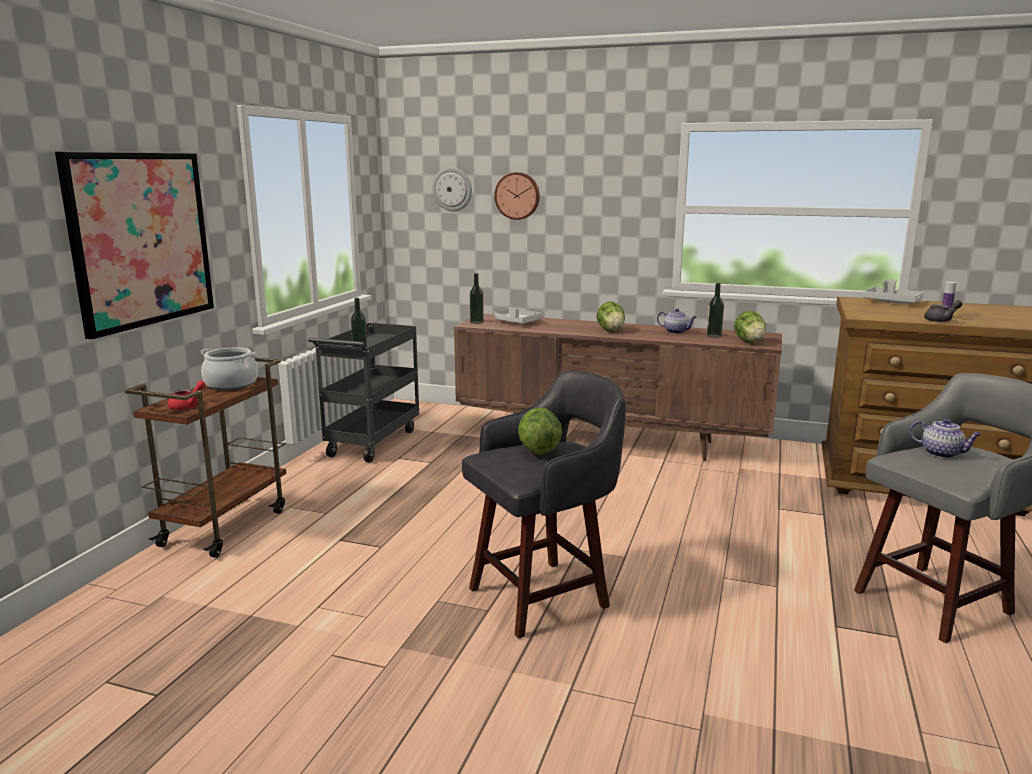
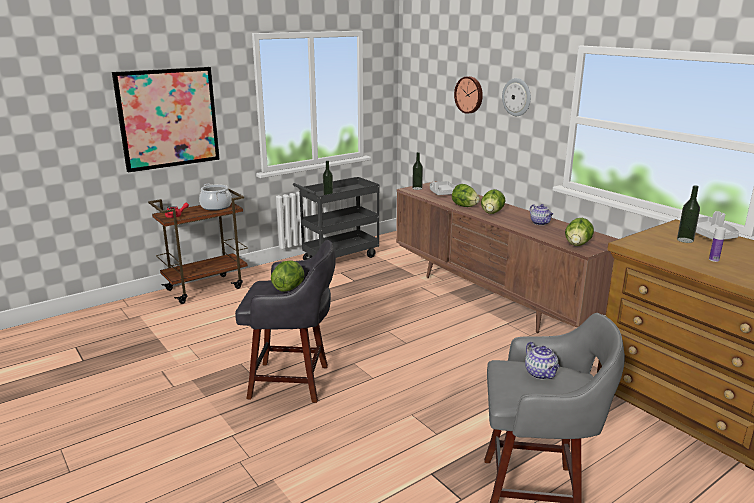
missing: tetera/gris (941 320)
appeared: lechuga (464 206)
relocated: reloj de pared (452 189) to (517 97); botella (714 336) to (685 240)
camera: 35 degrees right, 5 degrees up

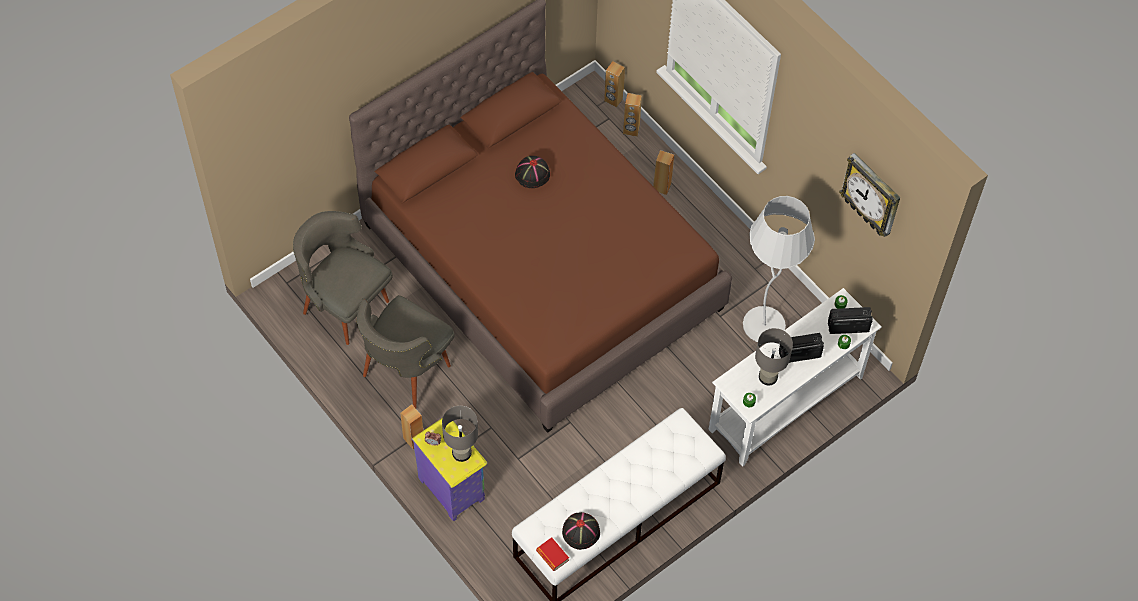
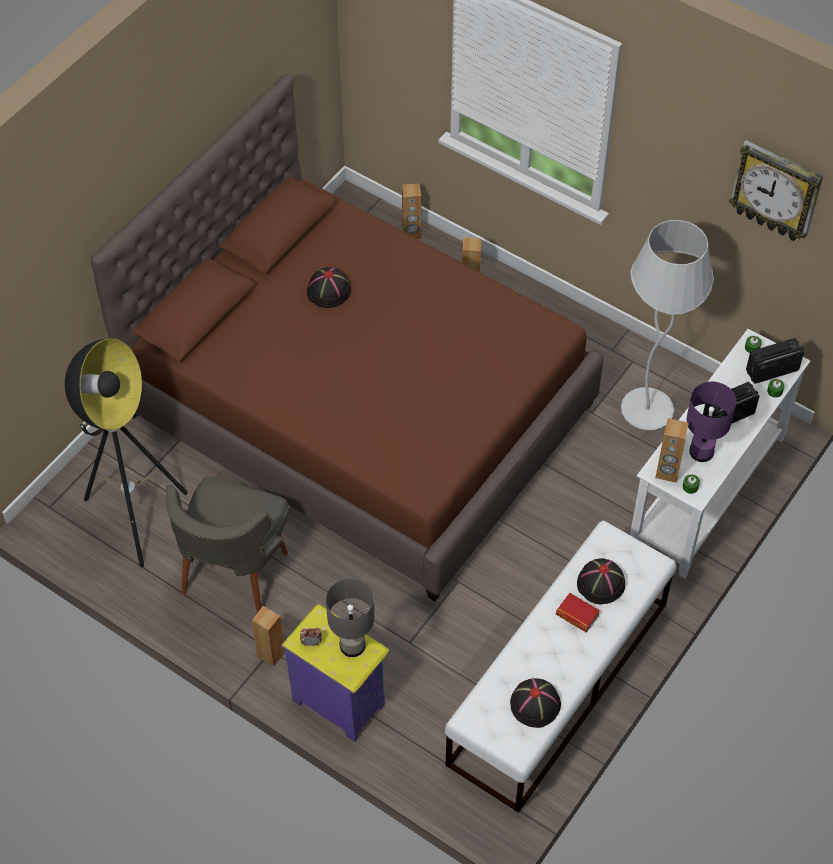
appeared: sombrero/negro (600 584)
relocated: libro (552 555) to (577 615); altavoz/marrón (613 100) to (667 472)
exchanged: silla/gris (346 308) to lámpara de pie (135 517)
colour: lámpara de mesa/gris (768 376) to lámpara de mesa/morado (701 451)
camera: 15 degrees left, 5 degrees down

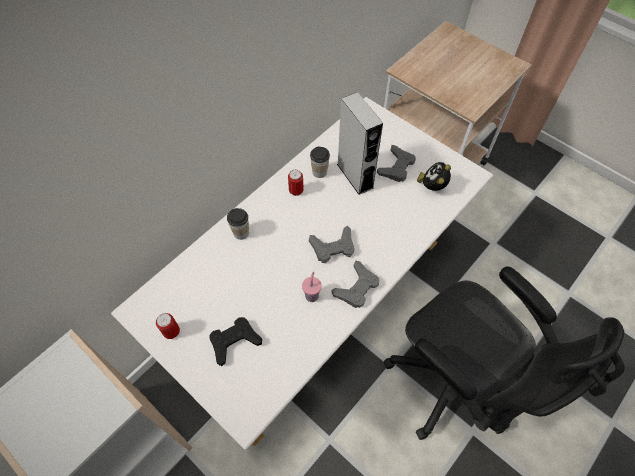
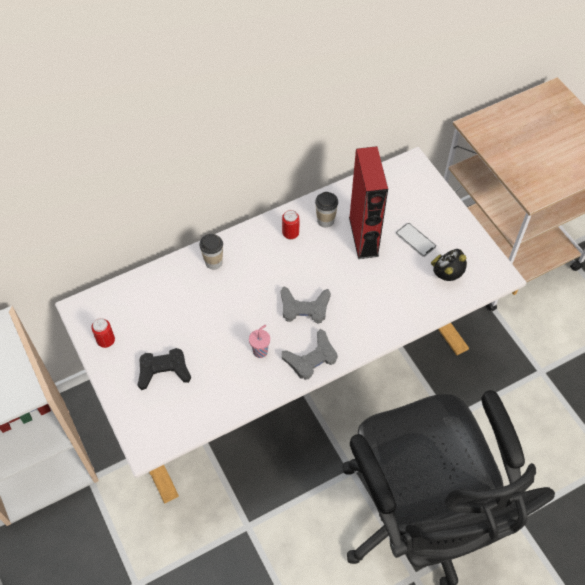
exchanged: mando de consola/gris (396 167) to móvil (415 240)
colour: altavoz/gris (355 176) to altavoz/rojo (363 236)
camera: 20 degrees right, 0 degrees up

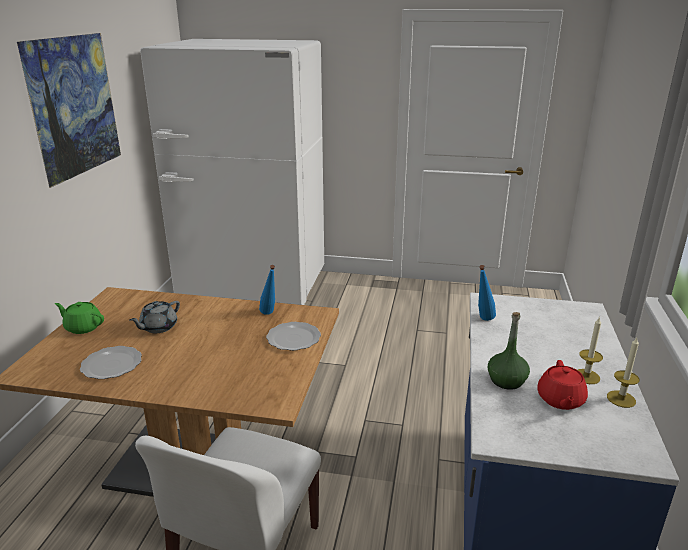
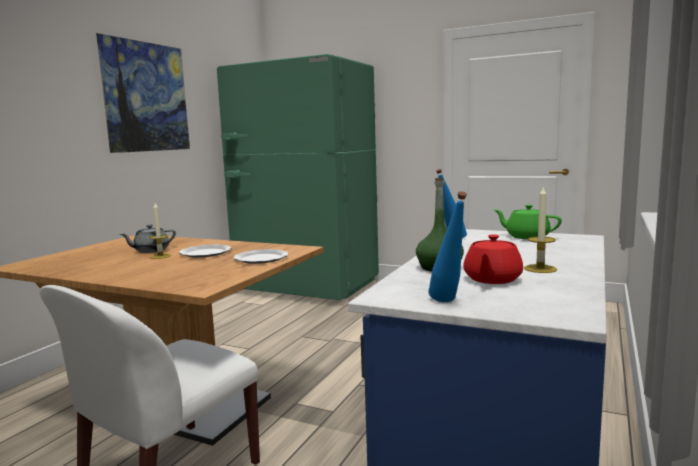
relocated: tetera/verde (83 327) to (526 237); plato (112 364) to (206 253); botella/azul (270 315) to (449 303); vela (621 399) to (160 256)
colour: nevera/blanco (253 287) to nevera/verde (307 287)
camera: 15 degrees right, 15 degrees down

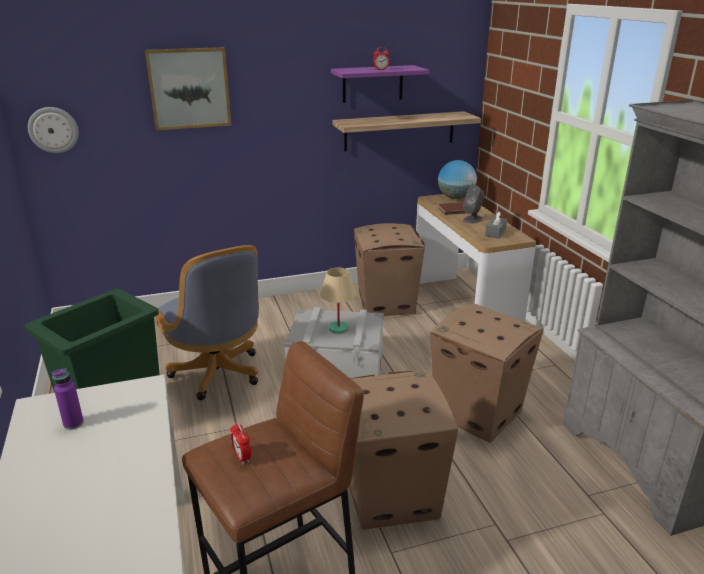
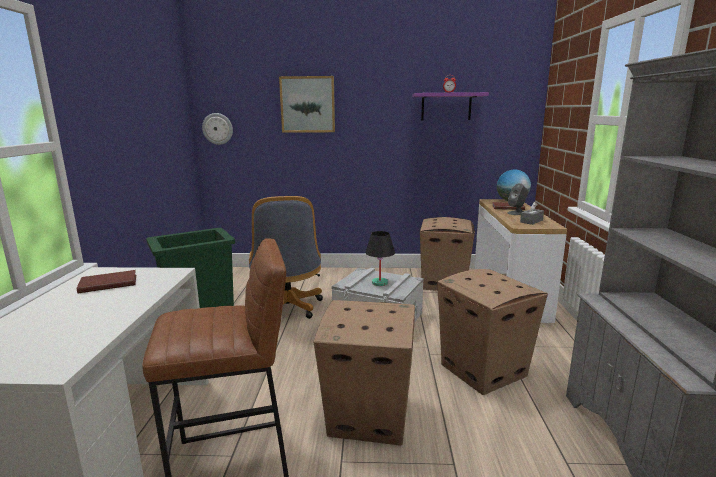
missing: despertador (242 457); estante (399 131)
exchanged: botella/morado (73 423) to libro/marrón (107 283)
colour: lámpara de mesa/beis (338 329) to lámpara de mesa/negro (379 283)
camera: 20 degrees right, 10 degrees down

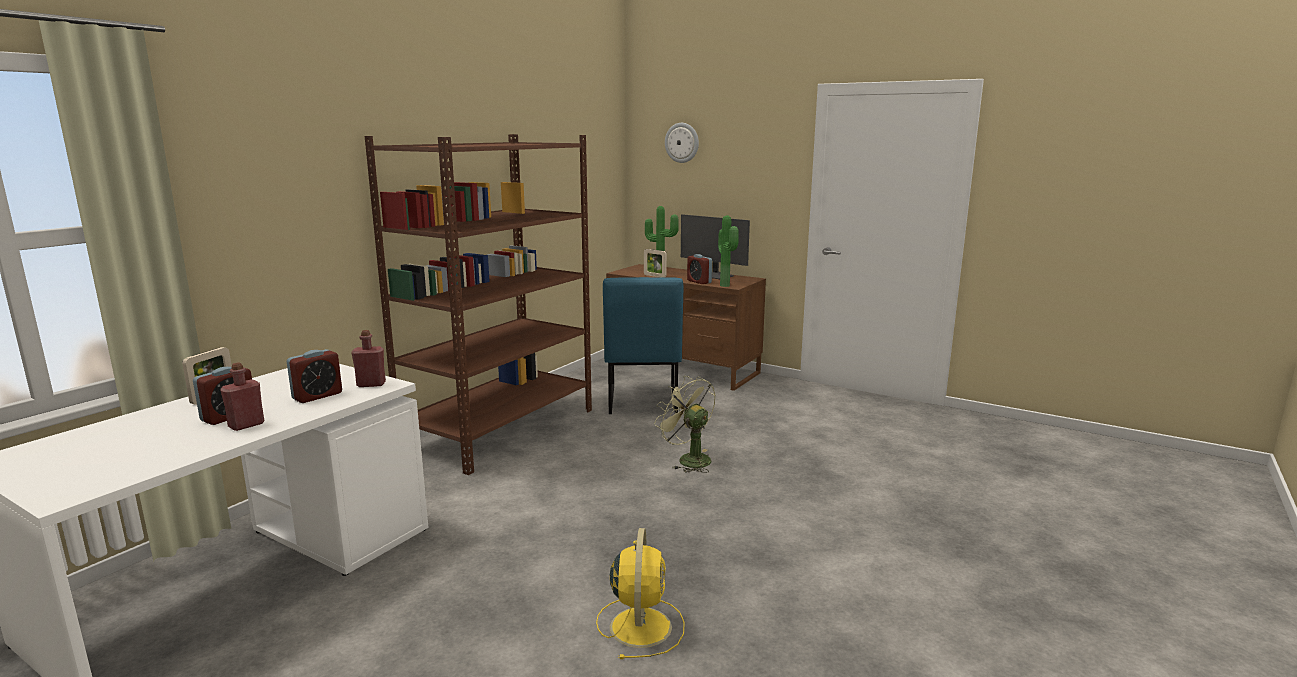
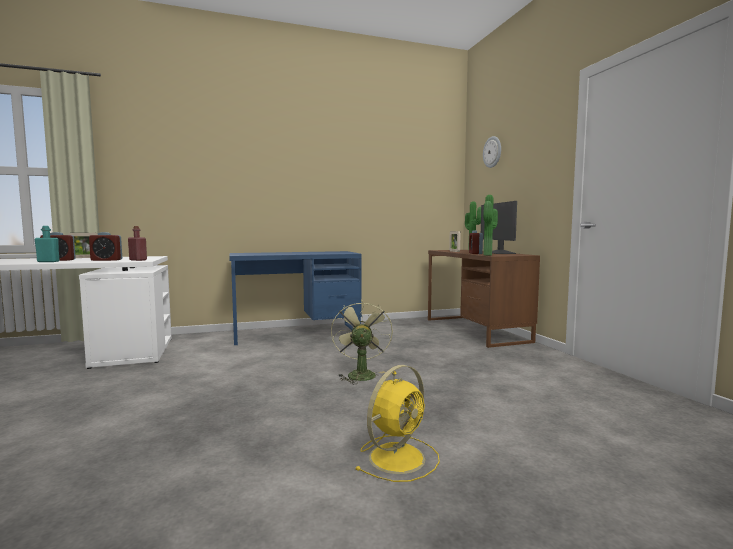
missing: silla/azul (642 400)
relocated: ventilador/amarillo (640 625) to (398 457)
exchanged: estantería/marrón (500 429) to escritorio/azul (296 333)
colour: botella/rojo (246 425) to botella/turquesa (48 261)
camera: 40 degrees right, 10 degrees down

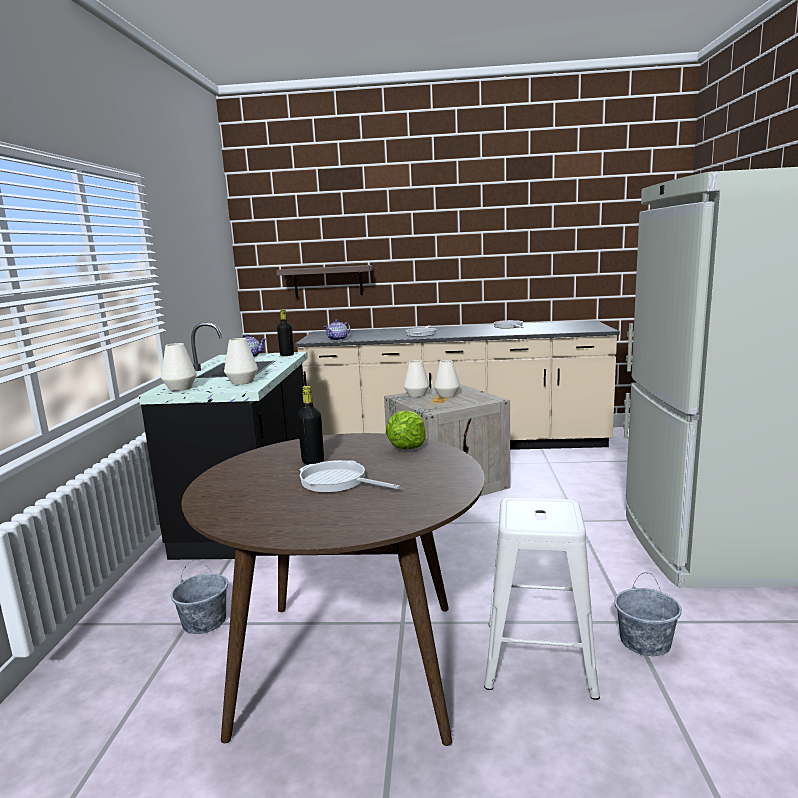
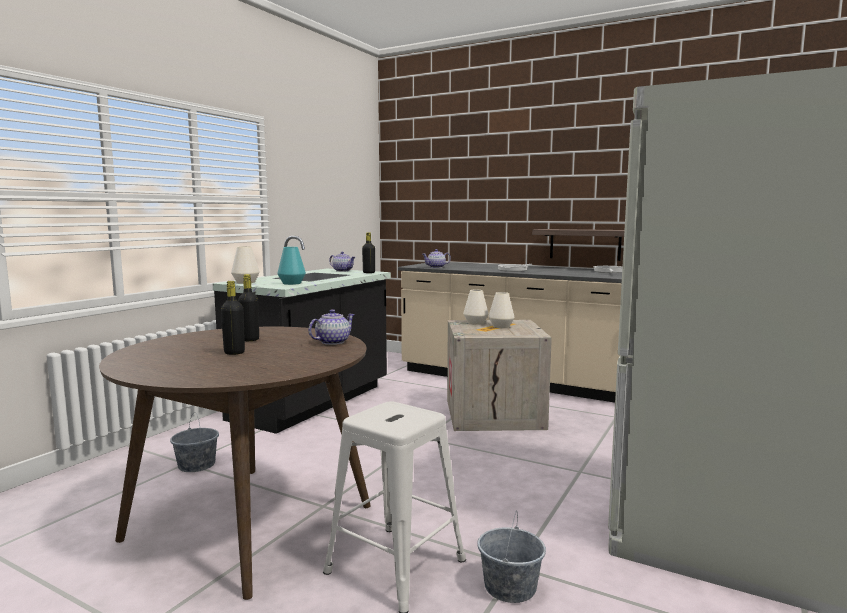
relocated: estante (328 281) to (584 244)
exchanged: sartén (337 482) to botella/negro (234 352); lechuga (407 447) to tetera (332 342)
colour: florero/blanco (242 382) to florero/turquesa (292 283)
camera: 25 degrees right, 5 degrees down

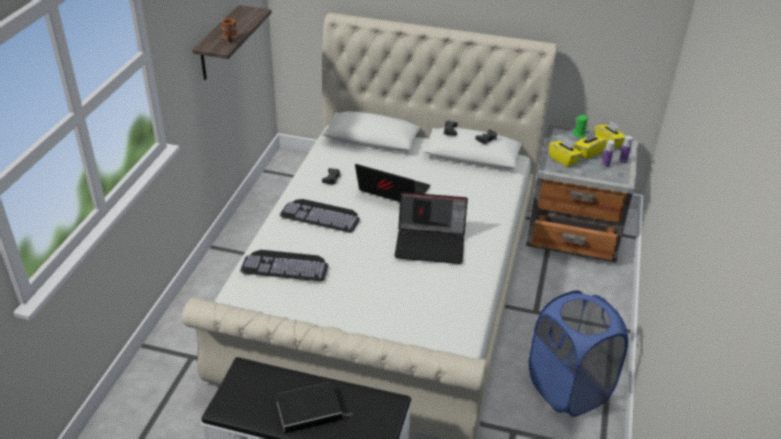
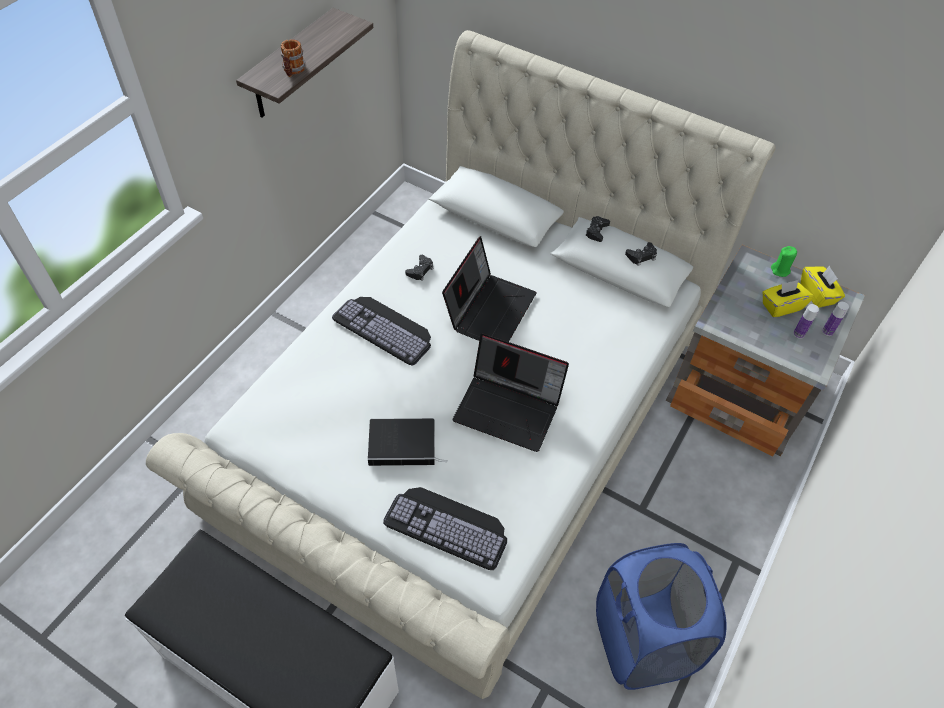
missing: caja de pañuelos/amarillo (563 160)
relocated: teclado (286 265) to (449 525); libro (310 409) to (404 444)
spun: portátil (391 192) = (489 309) 75 degrees clockwise
camera: 15 degrees right, 15 degrees up

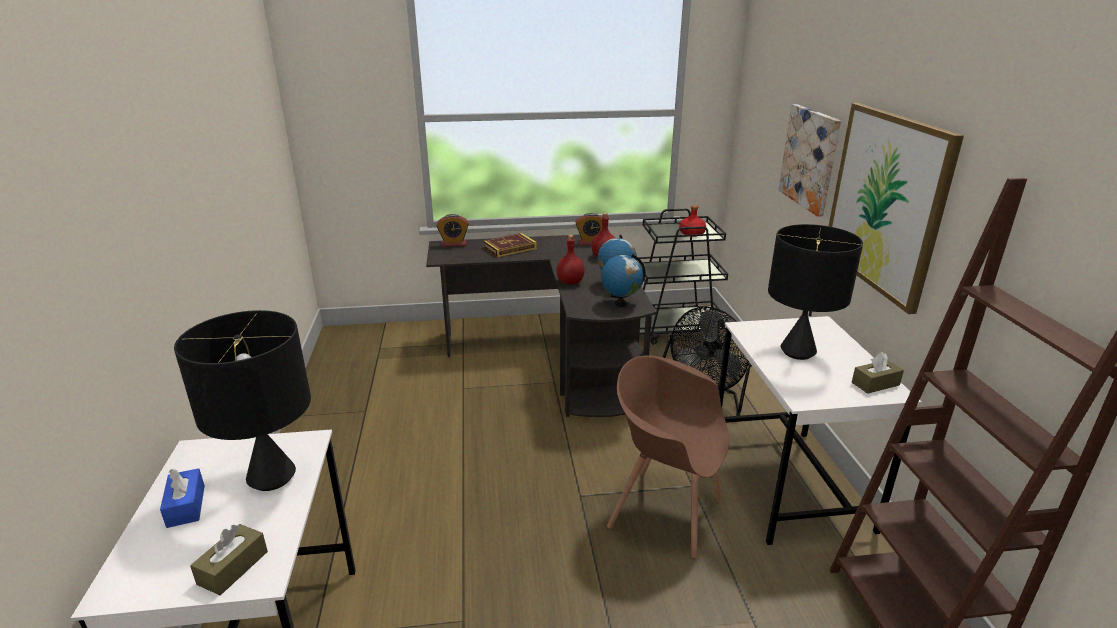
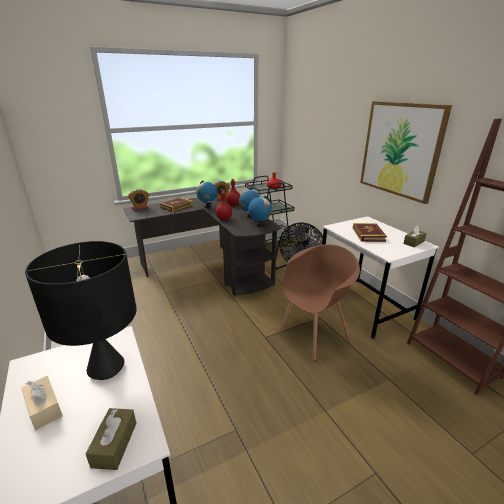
missing: cuadro (810 158)
appeared: globo terráqueo (207 206)
exchanged: lámpara de mesa/negro (797 353) to libro (368 234)
colour: caja de pañuelos/azul (186 506) to caja de pañuelos/beis (44 408)
spun: silla/marrón (664 512) = (314 335) 135 degrees clockwise
camera: 20 degrees left, 0 degrees up

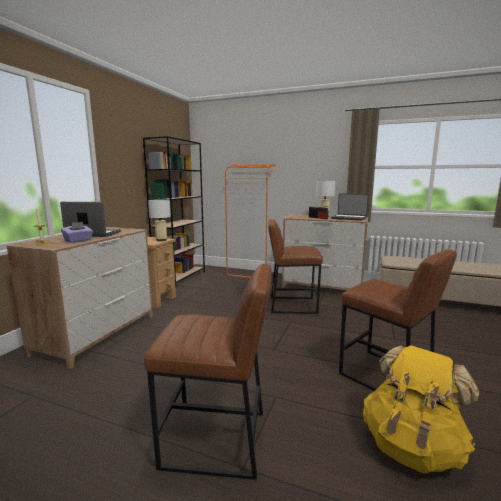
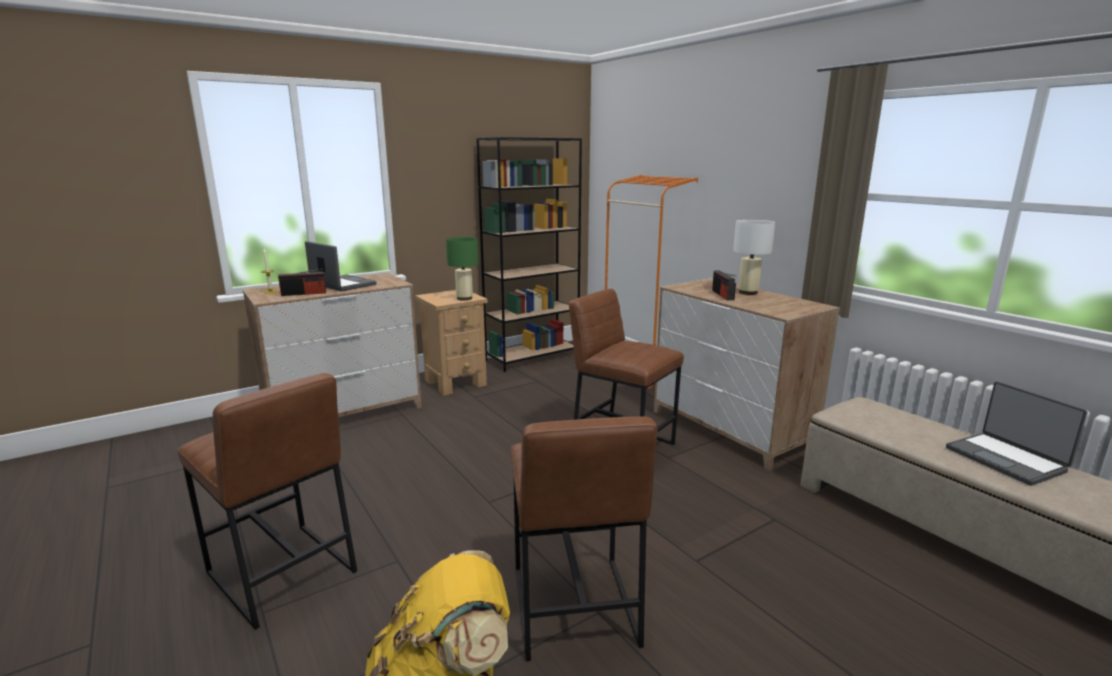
relocated: portátil (349 218) to (1006 459)
exchanged: caja de pañuelos/morado (78 241) to radio (304 293)
colour: lámpara de mesa/blanco (161 240) to lámpara de mesa/verde (464 298)
camera: 35 degrees right, 5 degrees up

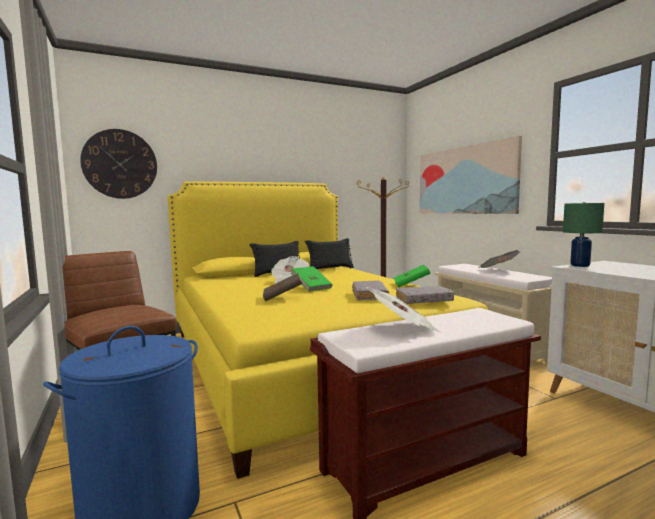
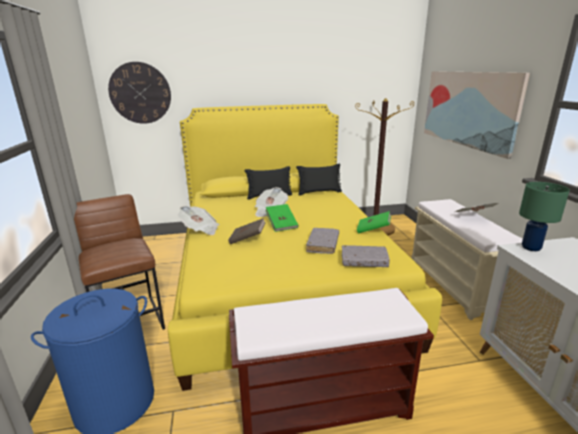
relocated: periódico (403 328) to (200 230)
camera: 15 degrees right, 15 degrees up

